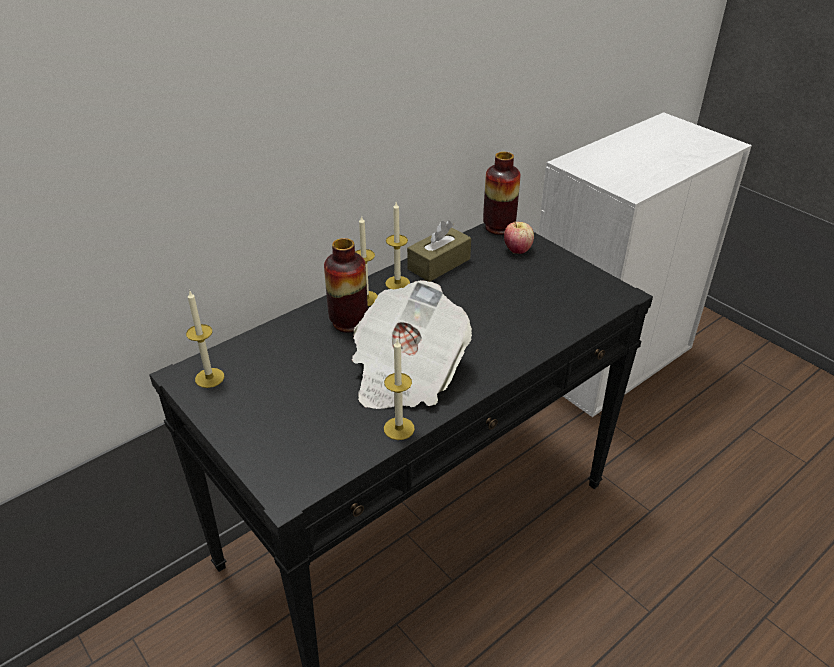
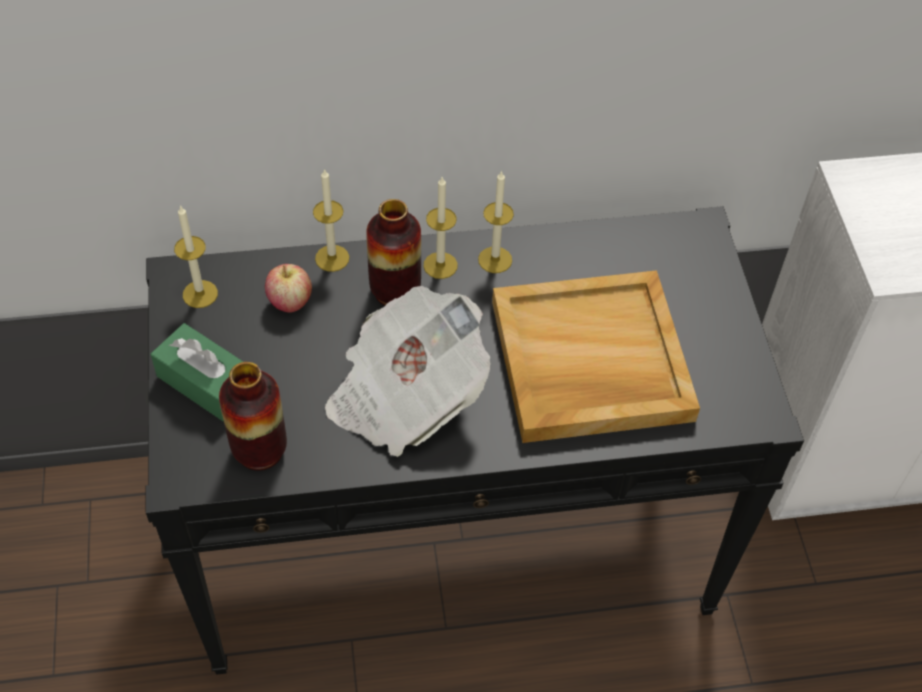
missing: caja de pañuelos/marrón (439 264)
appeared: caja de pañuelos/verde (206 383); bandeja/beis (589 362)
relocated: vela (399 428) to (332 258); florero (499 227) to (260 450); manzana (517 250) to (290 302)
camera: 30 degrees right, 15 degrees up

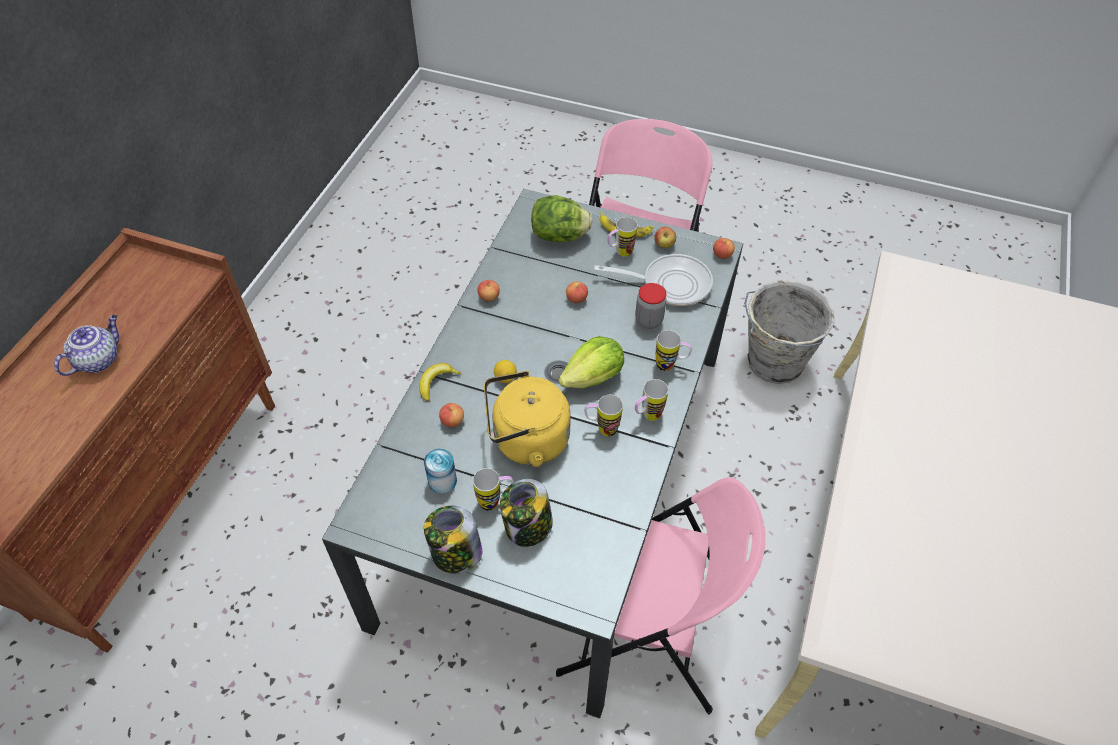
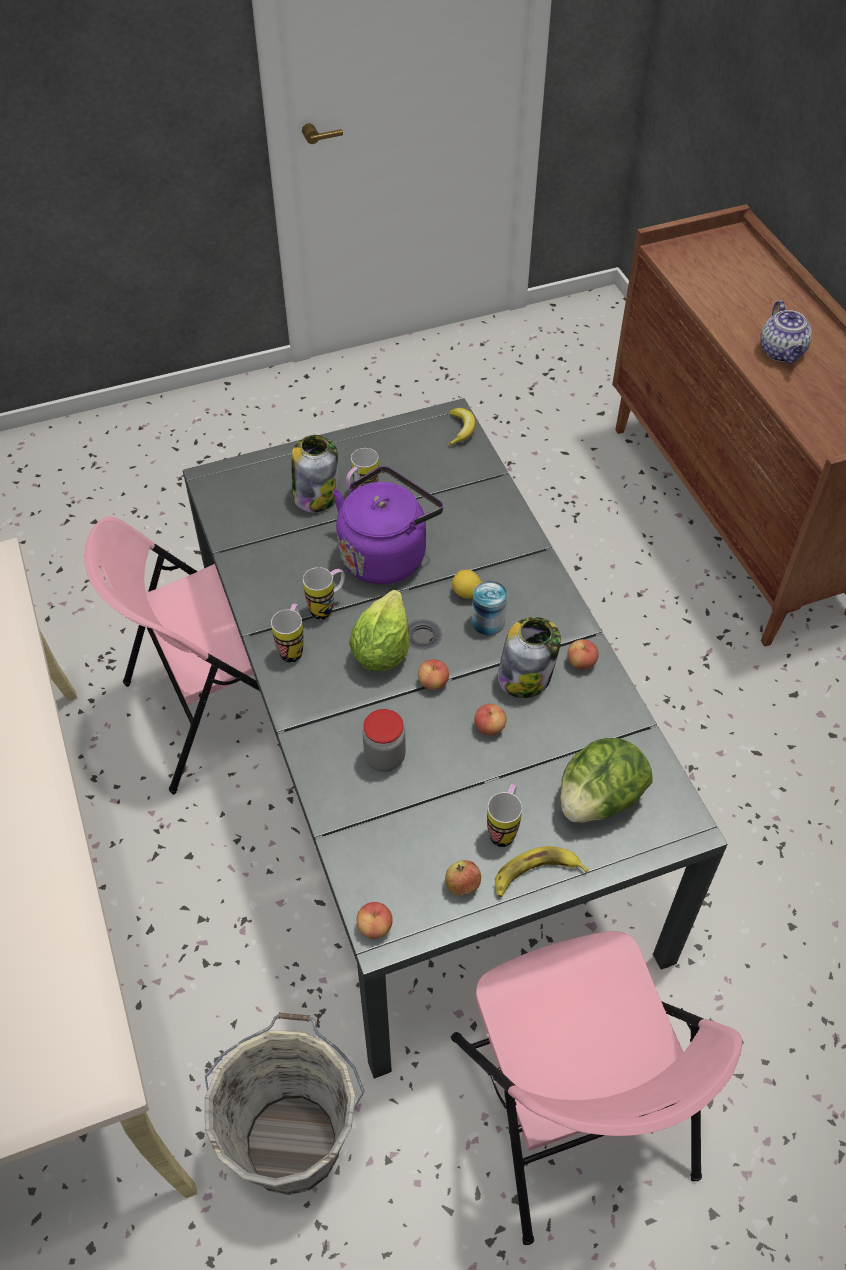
missing: sartén (670 284); taza grande (670 366)
relocated: plátano (436 383) to (461 429); lata (442 481) to (488 622); tarro (455 554) to (525 676); manzana (452 421) to (433 682)
colour: hervidor/amarillo (526 441) to hervidor/morado (386 554)
camera: 140 degrees right, 0 degrees up

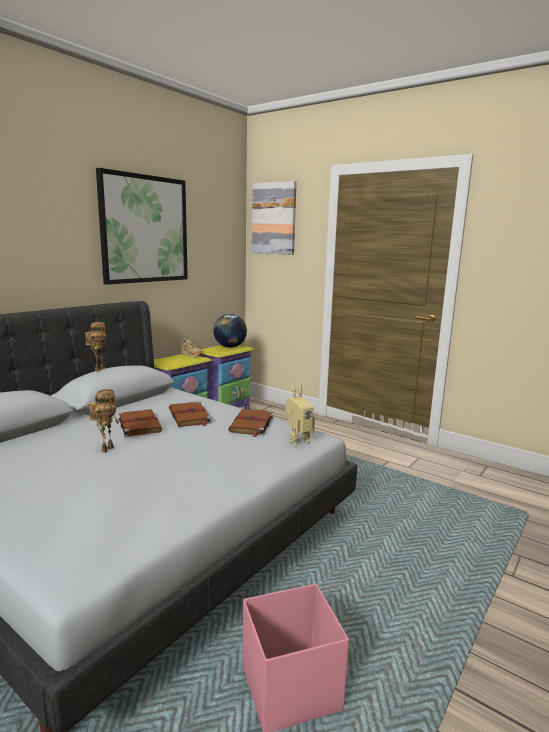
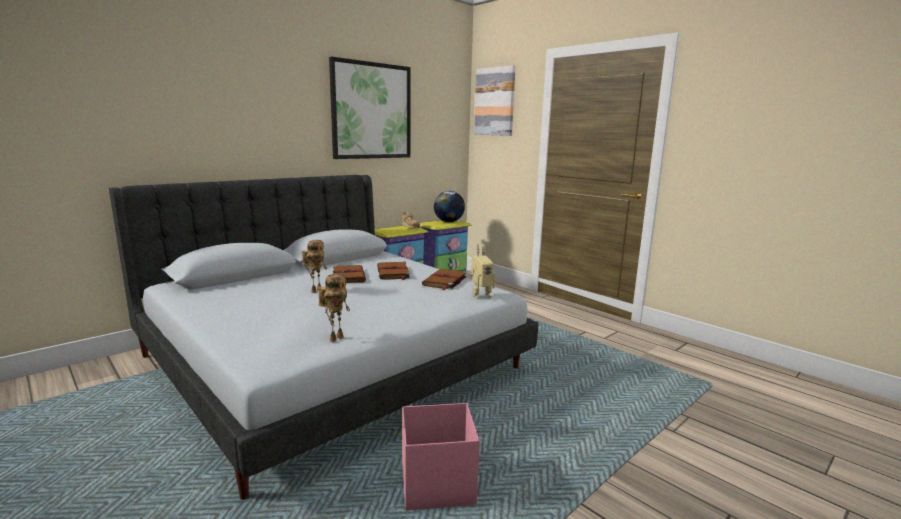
relocated: robot de juguete (99 369) to (336 338)
camera: 10 degrees right, 0 degrees up

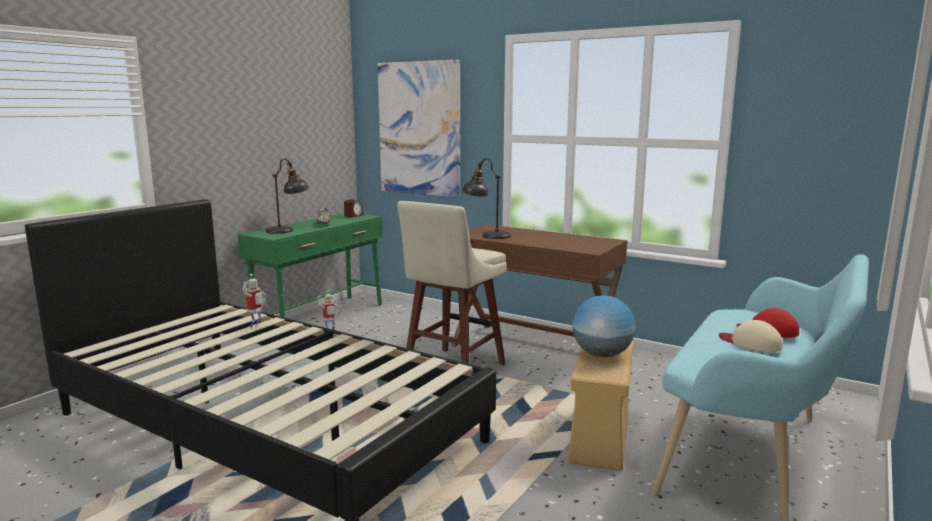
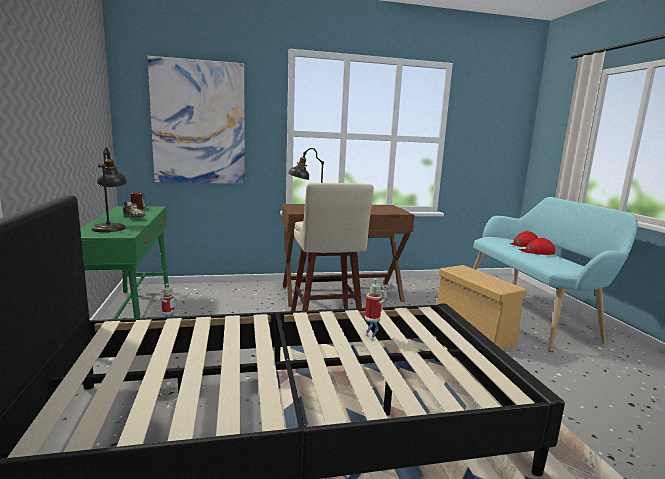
missing: globo terráqueo (602 355)
relocated: robot de juguete (255 328) to (371 337)
colour: gorra/beis (750 343) to gorra/rojo (537 251)
camera: 45 degrees left, 0 degrees up

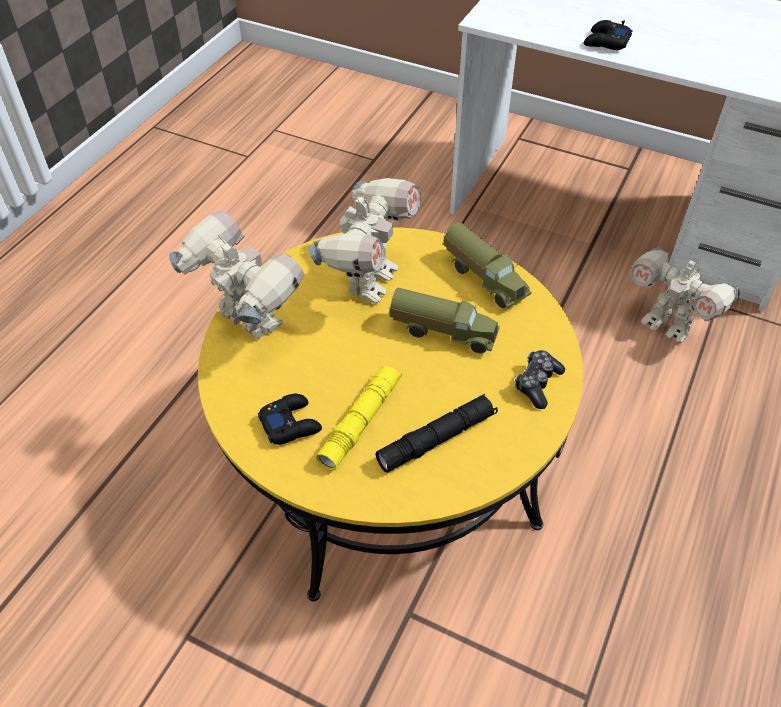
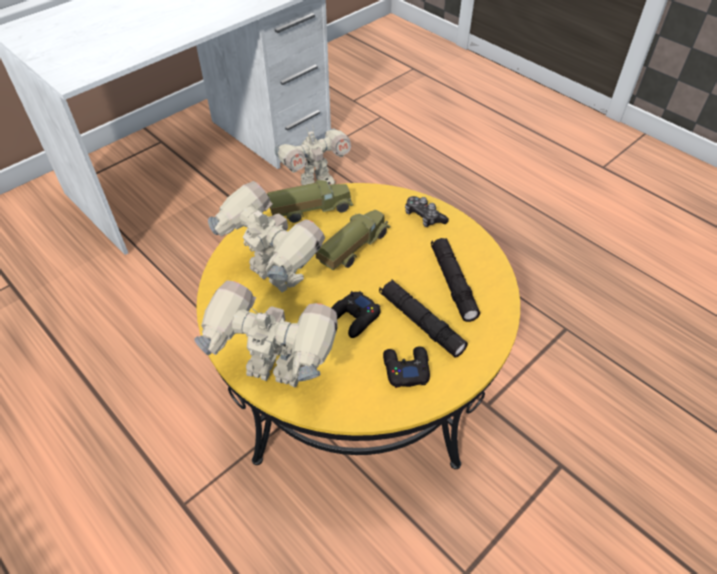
relocated: mando de consola/negro (606 42) to (354 318)
colour: linterna/amarillo (361 421) to linterna/negro (421 322)
spun: robot de juguete (247 323) = (276 375) 45 degrees clockwise
camera: 70 degrees left, 0 degrees up

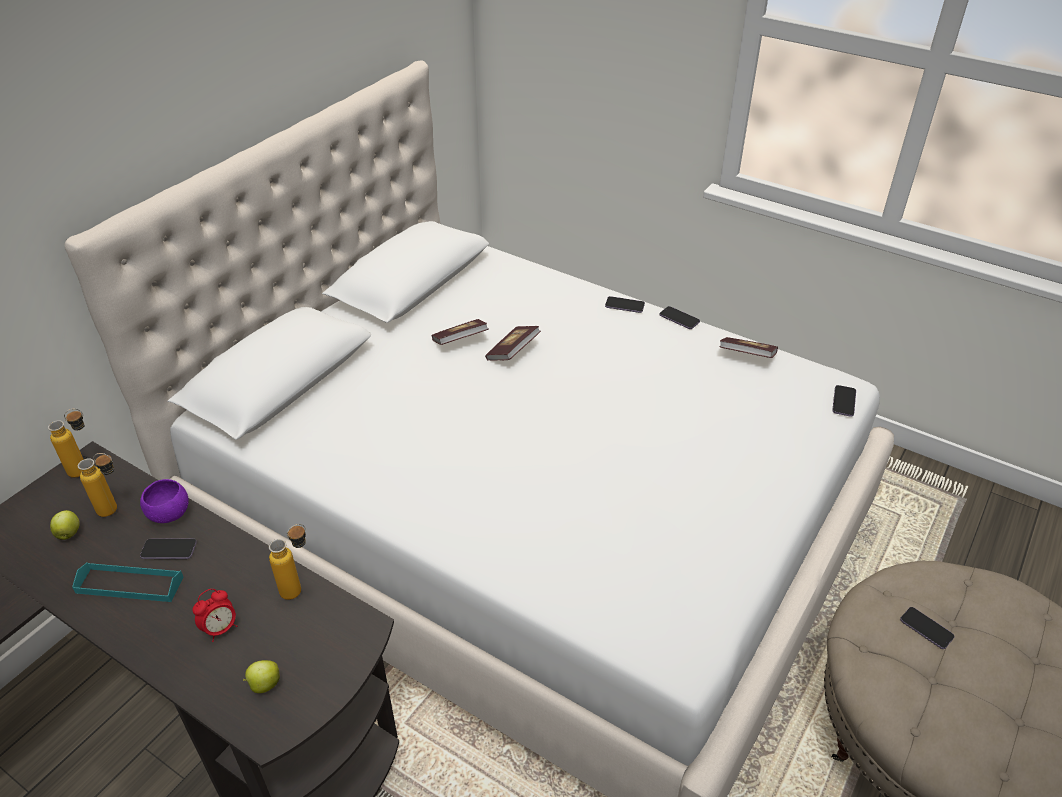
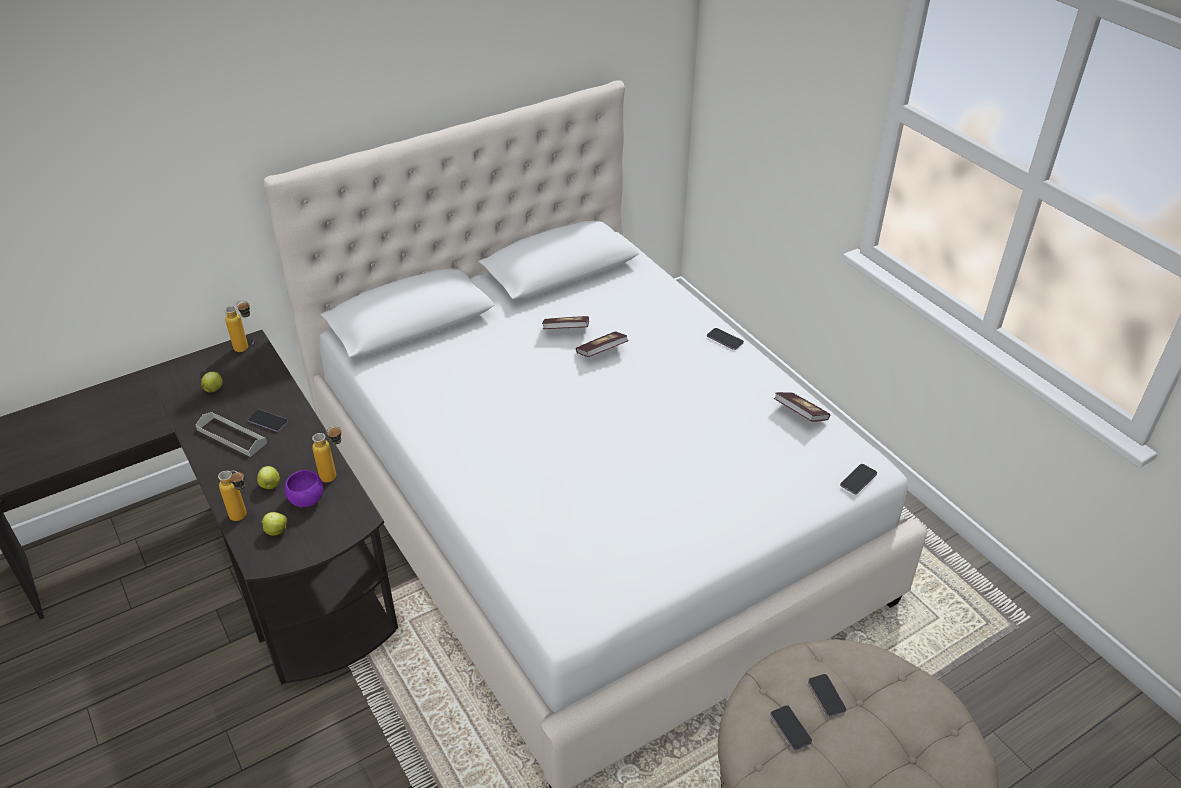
relocated: botella (115 510) to (243 518); cuenco/morado (169 513) to (306 499); móvil (679 319) to (790 728)
exchanged: despertador (221 629) to manzana (270 485)
colour: bandeja/turquesa (130 585) to bandeja/gris (232 436)
camera: 25 degrees right, 0 degrees up

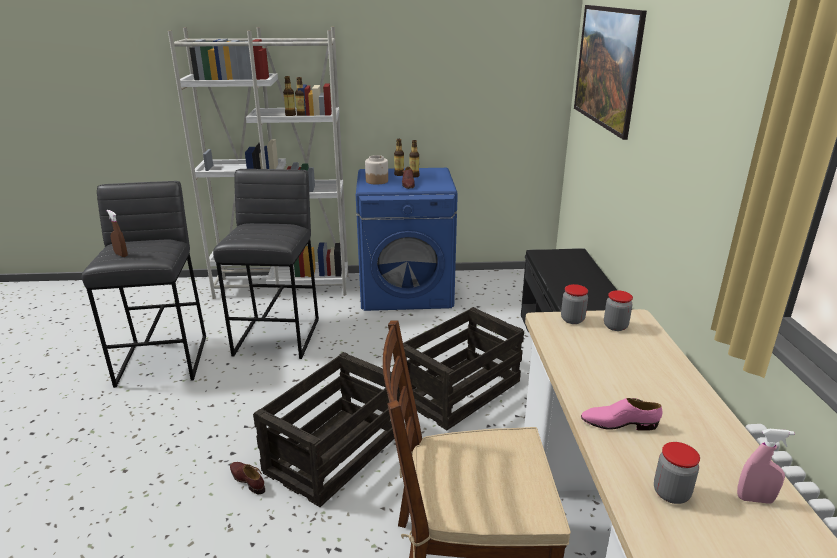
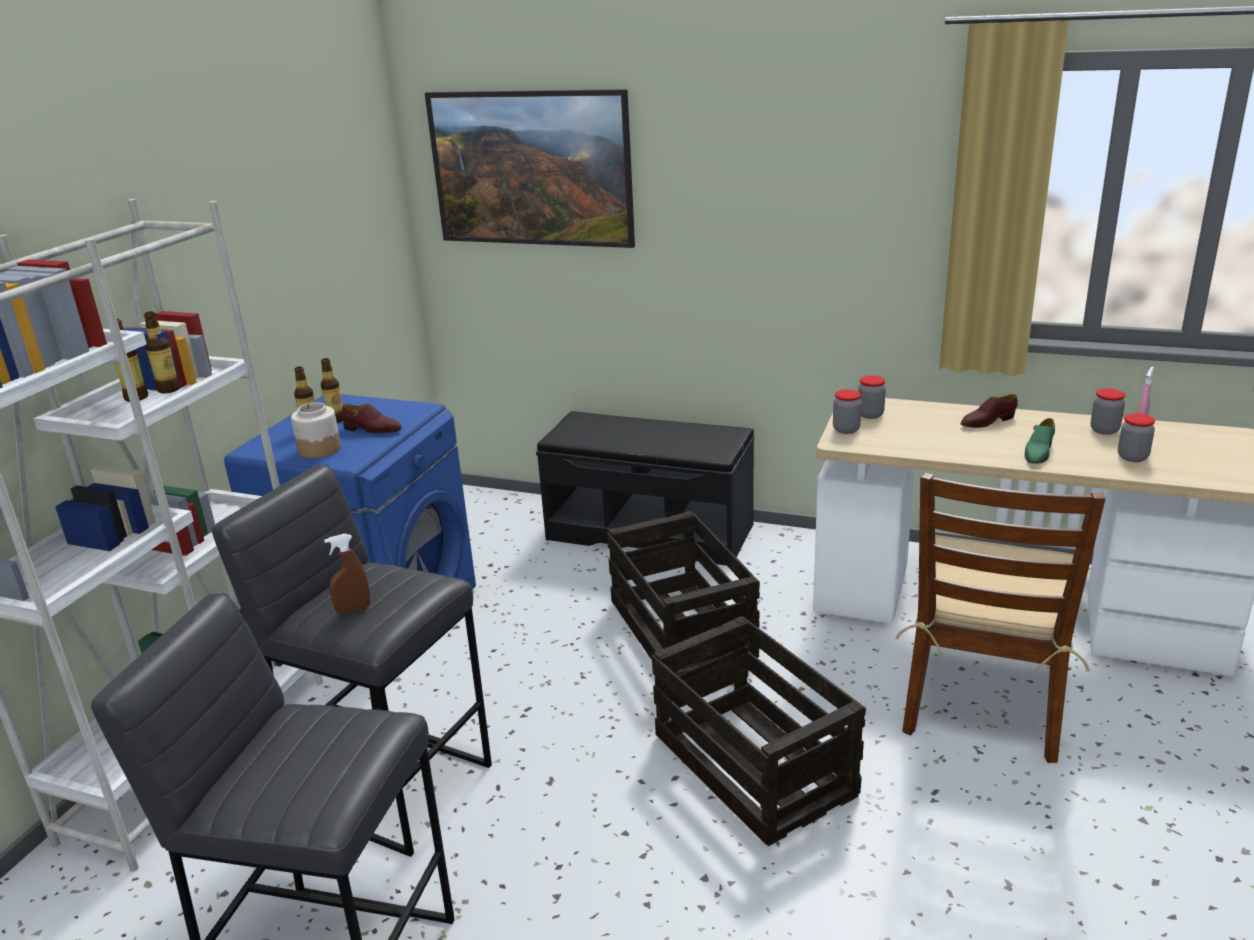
appeared: tarro (1104 430)
relocated: pulverizador/marrón (121 255) to (353 609); zapato/marrón (248 480) to (987 421)
colour: zapato/rosa (619 423) to zapato/verde (1038 453)
camera: 65 degrees left, 0 degrees up

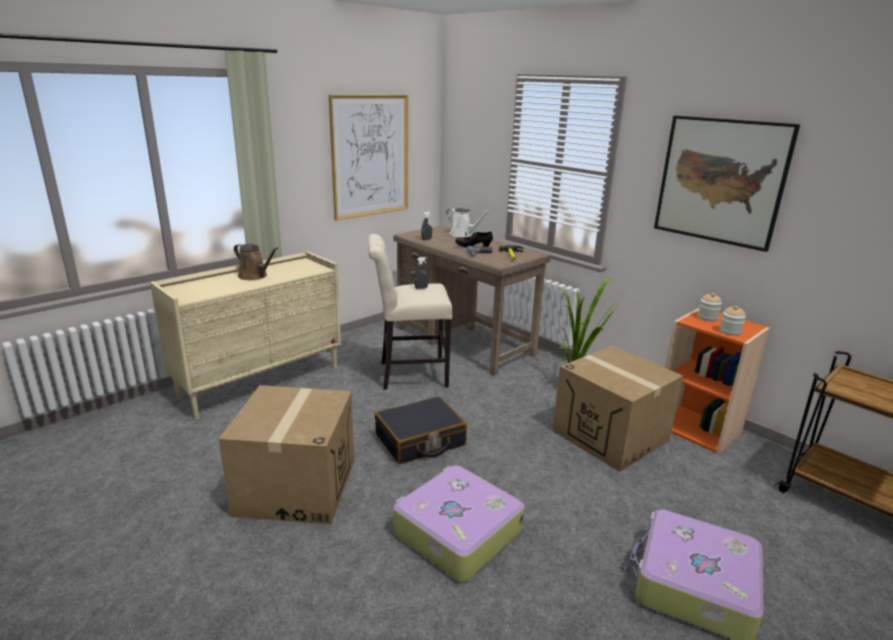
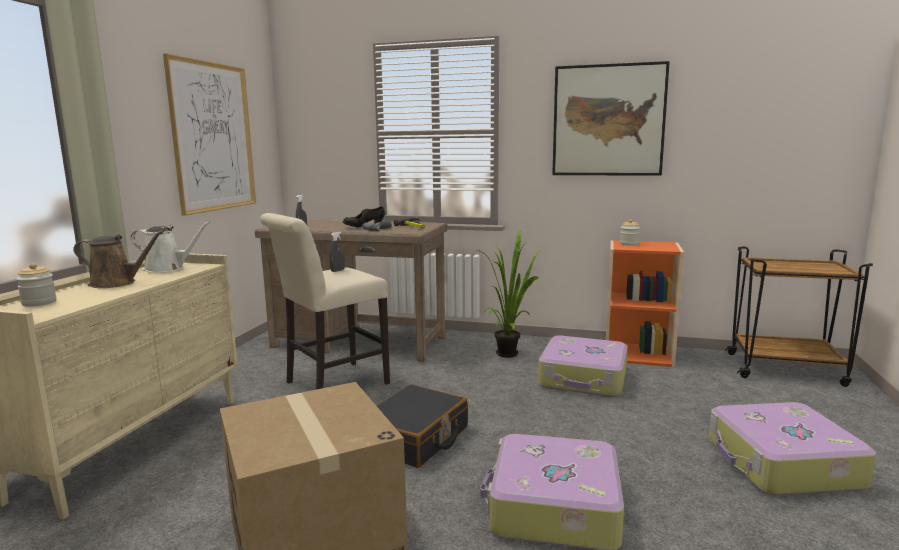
relocated: regadera/blanco (462 234) to (168 268); tarro (730 332) to (39 303)
exchanged: caja de cartón (610 436) to maleta (583 379)
camera: 30 degrees left, 10 degrees down

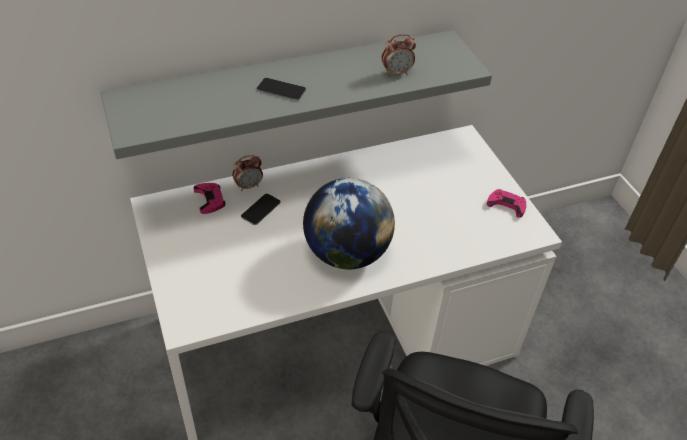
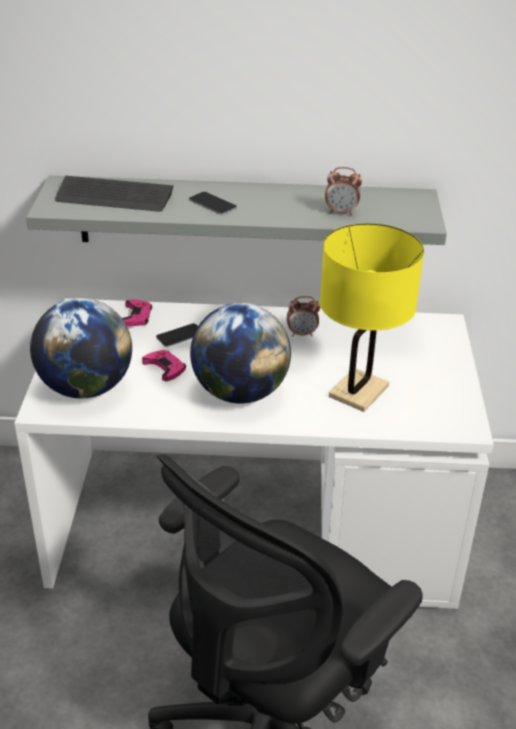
appeared: globo terráqueo (85 388); teclado (114 196); lámpara de mesa/amarillo (359 391)
relocated: despertador (248 186) to (302 334); mando de consola/rosa (506 205) to (165 368)
camera: 25 degrees right, 10 degrees down

